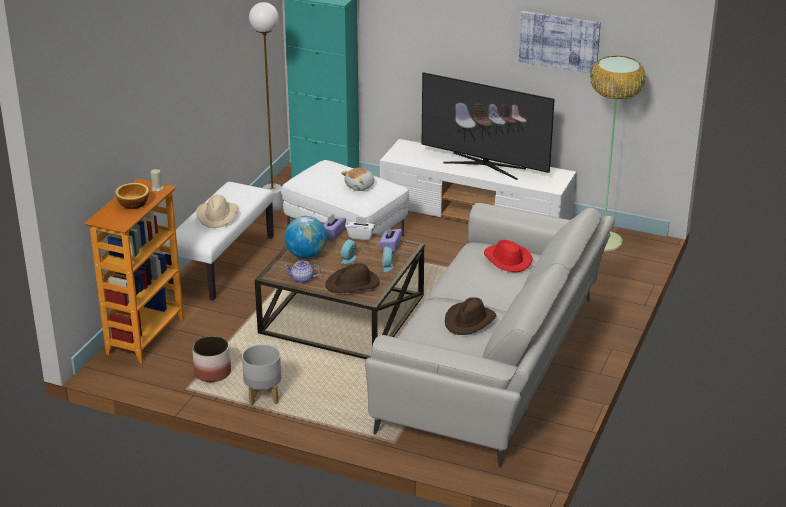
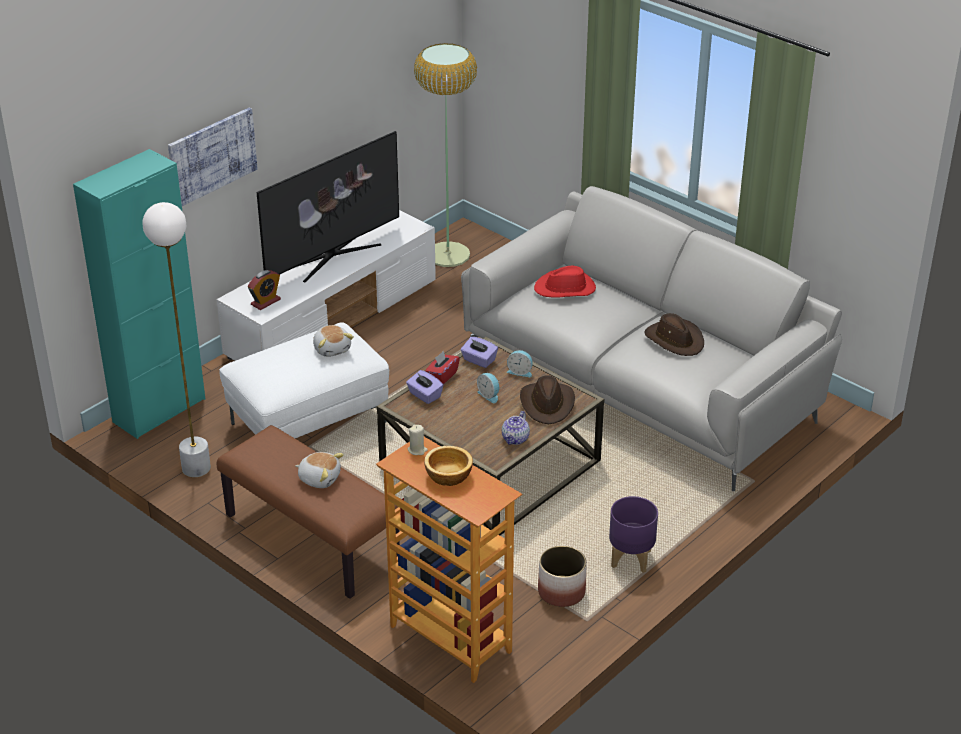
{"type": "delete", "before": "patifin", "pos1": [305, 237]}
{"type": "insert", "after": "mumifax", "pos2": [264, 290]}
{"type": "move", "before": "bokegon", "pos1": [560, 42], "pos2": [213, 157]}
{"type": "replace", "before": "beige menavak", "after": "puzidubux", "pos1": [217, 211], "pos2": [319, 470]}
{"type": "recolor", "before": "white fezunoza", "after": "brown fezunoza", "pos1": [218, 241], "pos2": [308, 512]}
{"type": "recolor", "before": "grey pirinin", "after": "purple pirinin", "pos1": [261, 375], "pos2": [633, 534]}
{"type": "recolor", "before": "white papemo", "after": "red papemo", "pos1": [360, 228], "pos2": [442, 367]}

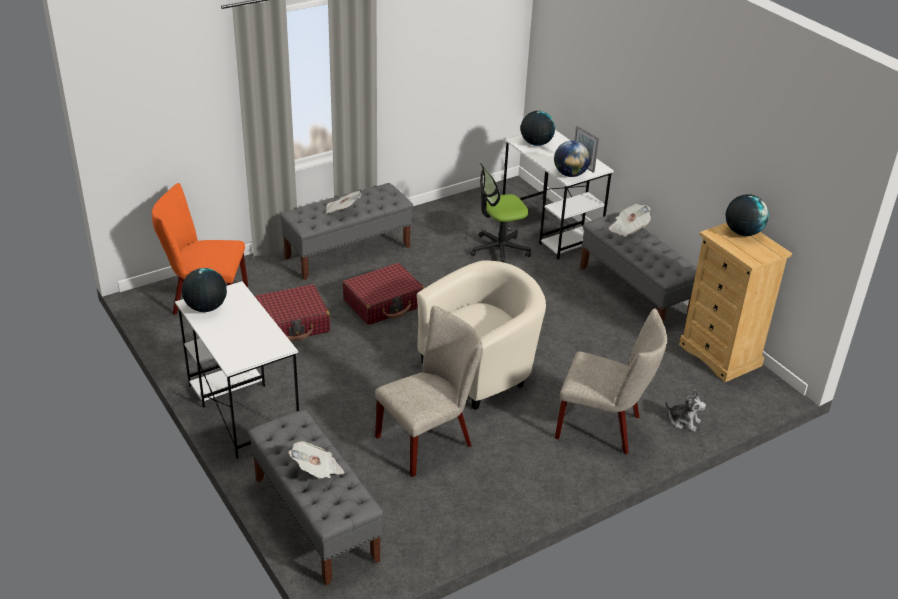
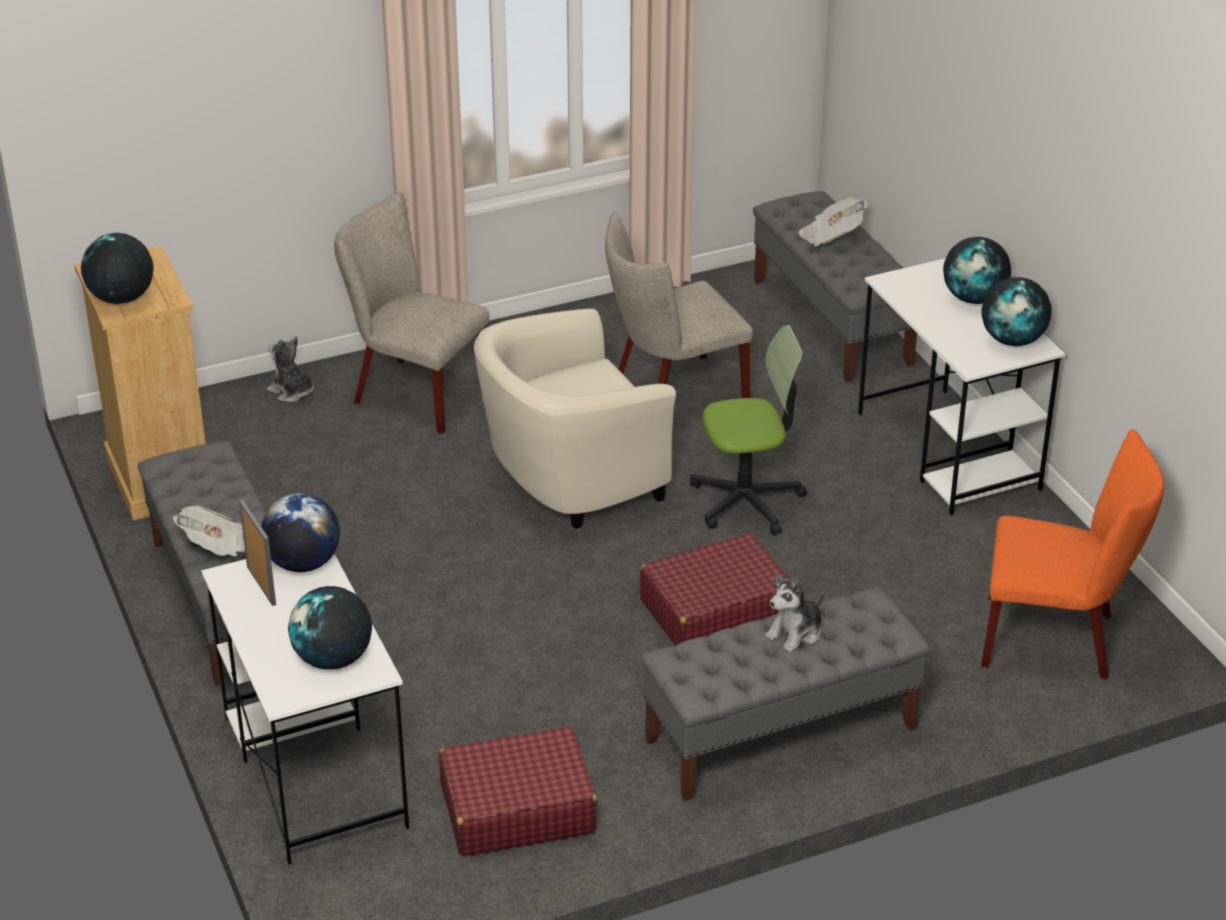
{"type": "insert", "after": "patifin", "pos2": [977, 270]}
{"type": "move", "before": "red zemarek", "pos1": [292, 312], "pos2": [518, 791]}
{"type": "move", "before": "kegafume", "pos1": [500, 212], "pos2": [748, 430]}
{"type": "replace", "before": "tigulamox", "after": "puzidubux", "pos1": [344, 202], "pos2": [794, 612]}

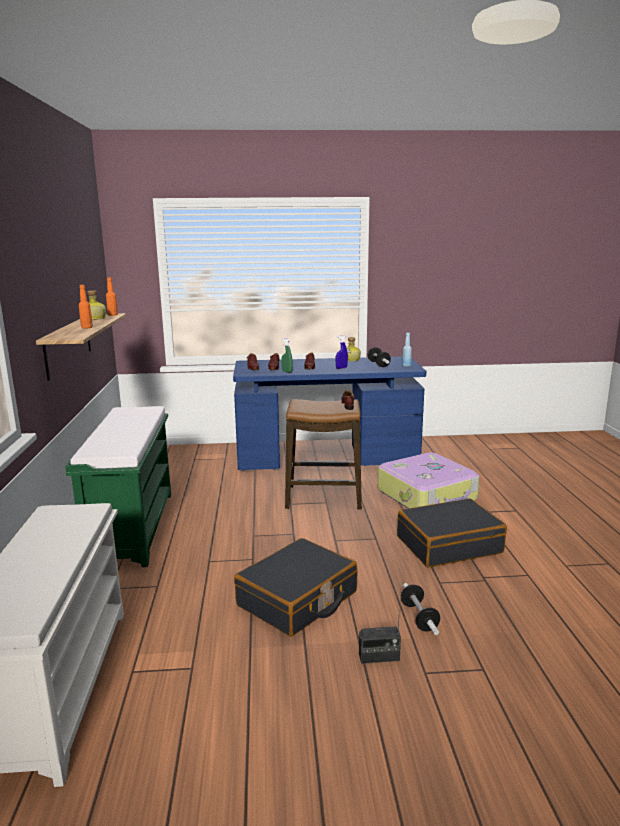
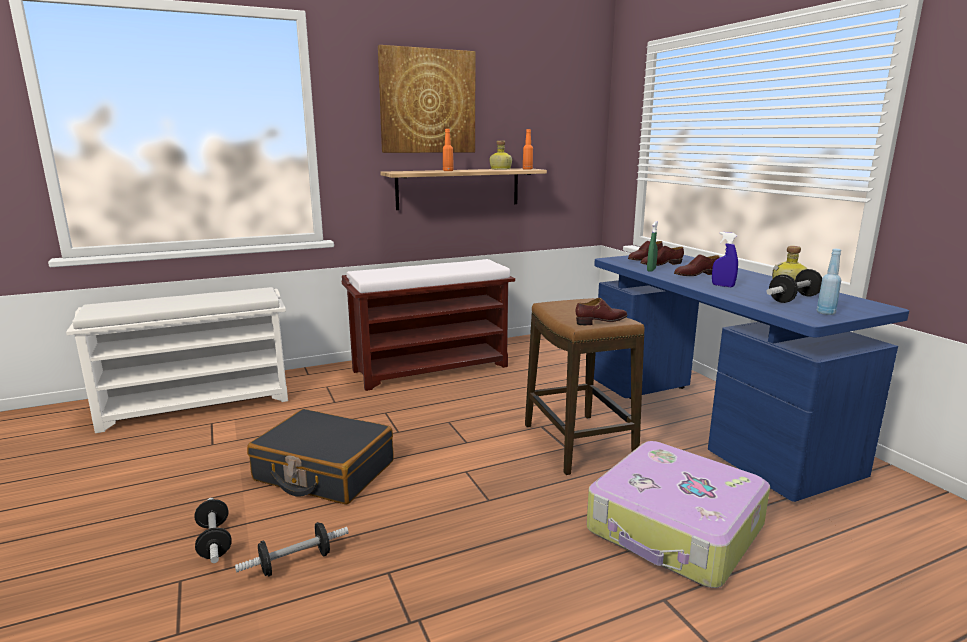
{"type": "delete", "before": "black zemarek", "pos1": [452, 532]}
{"type": "insert", "after": "bokegon", "pos2": [427, 99]}
{"type": "replace", "before": "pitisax", "after": "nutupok", "pos1": [380, 636], "pos2": [213, 530]}
{"type": "recolor", "before": "green fezunoza", "after": "brown fezunoza", "pos1": [118, 486], "pos2": [428, 325]}

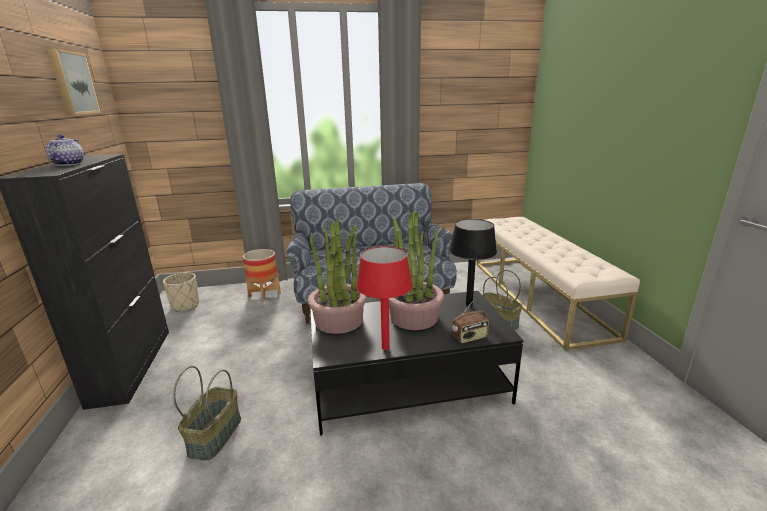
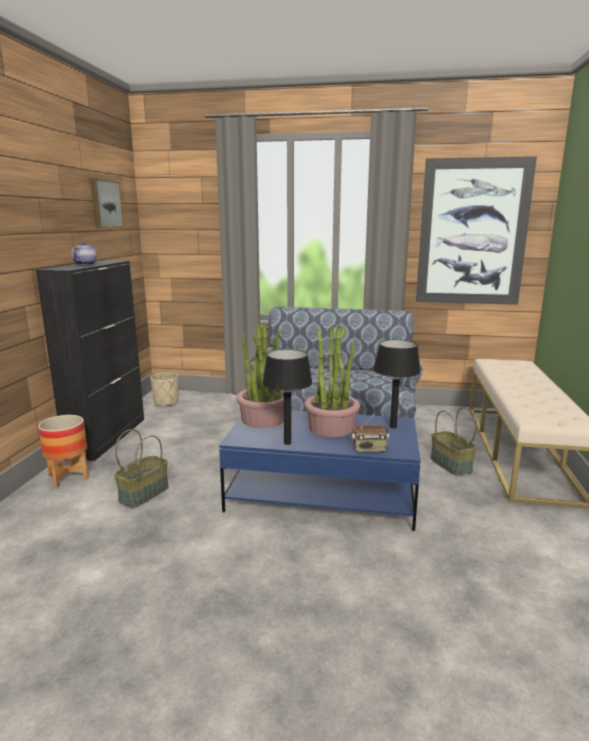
{"type": "insert", "after": "bokegon", "pos2": [476, 230]}
{"type": "move", "before": "pirinin", "pos1": [262, 275], "pos2": [63, 451]}
{"type": "recolor", "before": "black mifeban", "after": "blue mifeban", "pos1": [417, 363], "pos2": [320, 470]}
{"type": "recolor", "before": "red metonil", "after": "black metonil", "pos1": [384, 298], "pos2": [287, 397]}

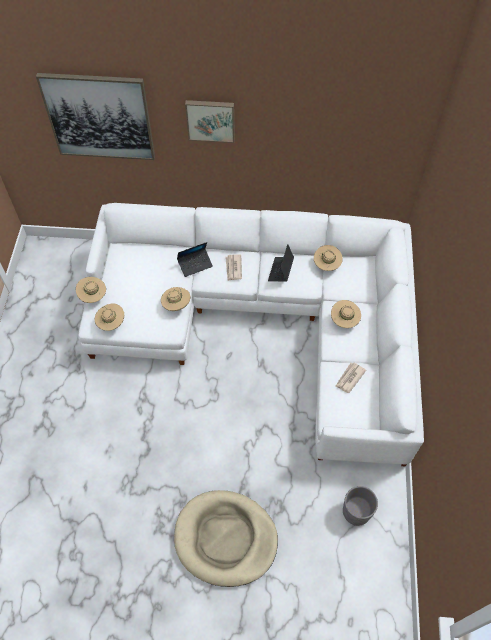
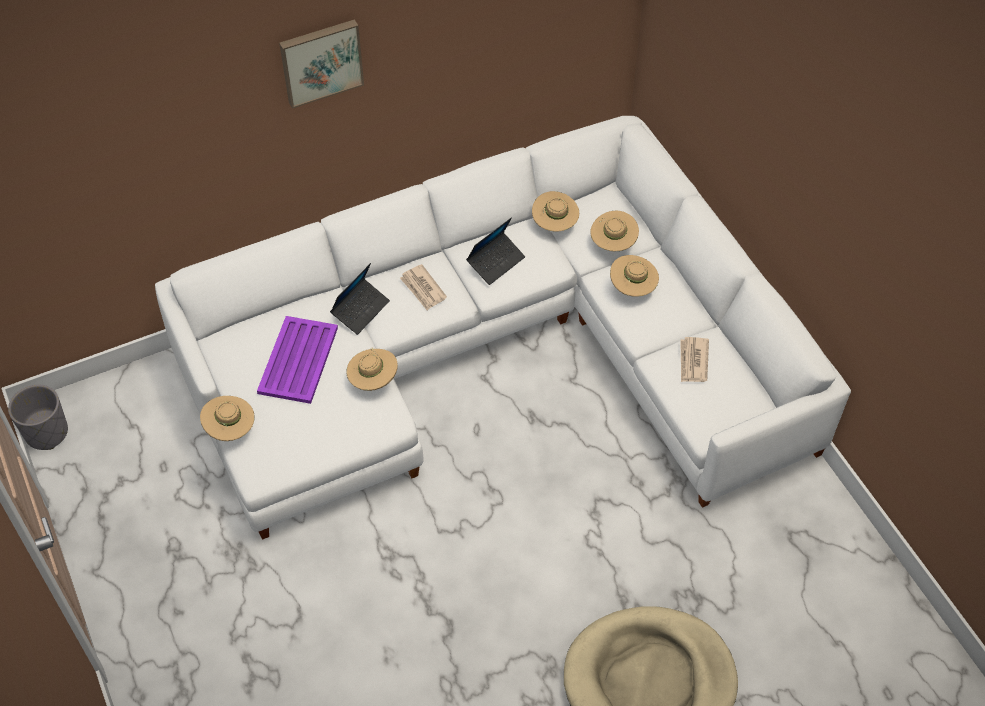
{"type": "delete", "before": "bokegon", "pos1": [95, 116]}
{"type": "insert", "after": "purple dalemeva", "pos2": [297, 360]}
{"type": "move", "before": "beige menavak", "pos1": [109, 317], "pos2": [614, 231]}
{"type": "move", "before": "grey pirinin", "pos1": [360, 506], "pos2": [38, 417]}
{"type": "rotate", "before": "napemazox", "pos1": [281, 263], "pos2": [495, 251], "turn": -120}

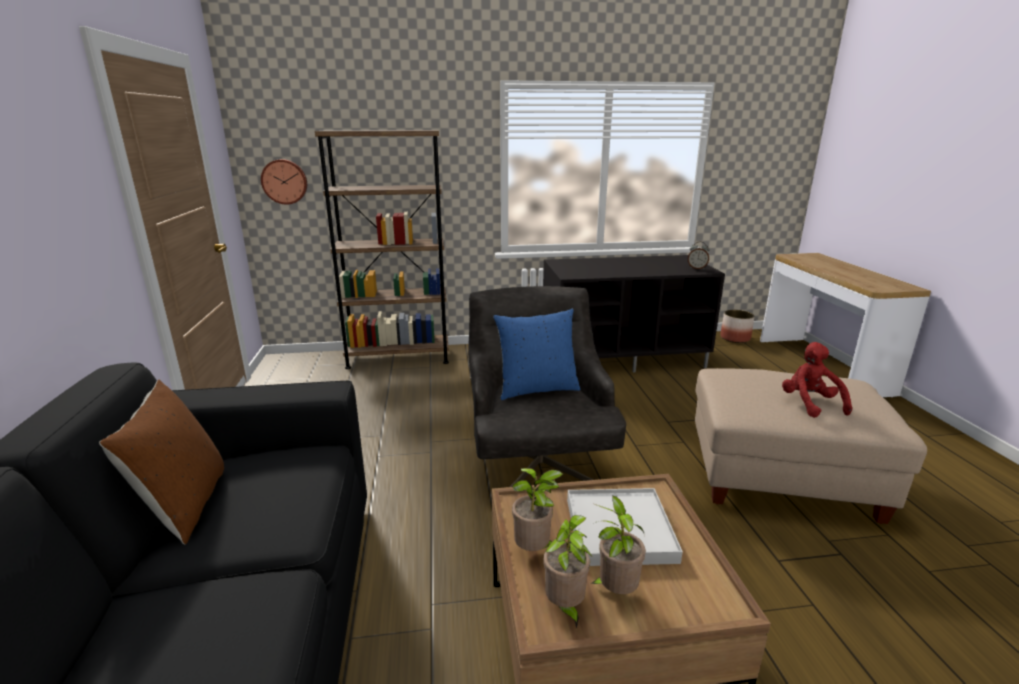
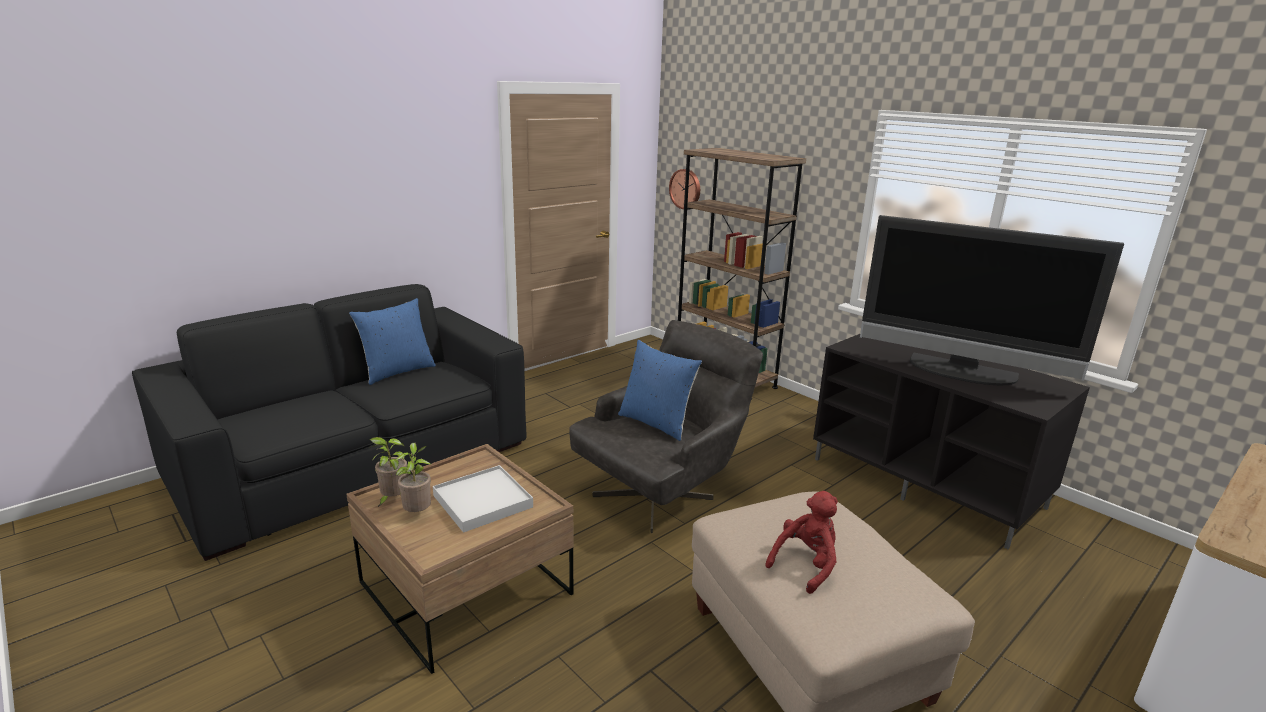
{"type": "delete", "before": "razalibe", "pos1": [538, 509]}
{"type": "delete", "before": "mumifax", "pos1": [698, 255]}
{"type": "delete", "before": "pirinin", "pos1": [737, 326]}
{"type": "insert", "after": "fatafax", "pos2": [992, 300]}
{"type": "recolor", "before": "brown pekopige", "after": "blue pekopige", "pos1": [161, 462], "pos2": [392, 341]}

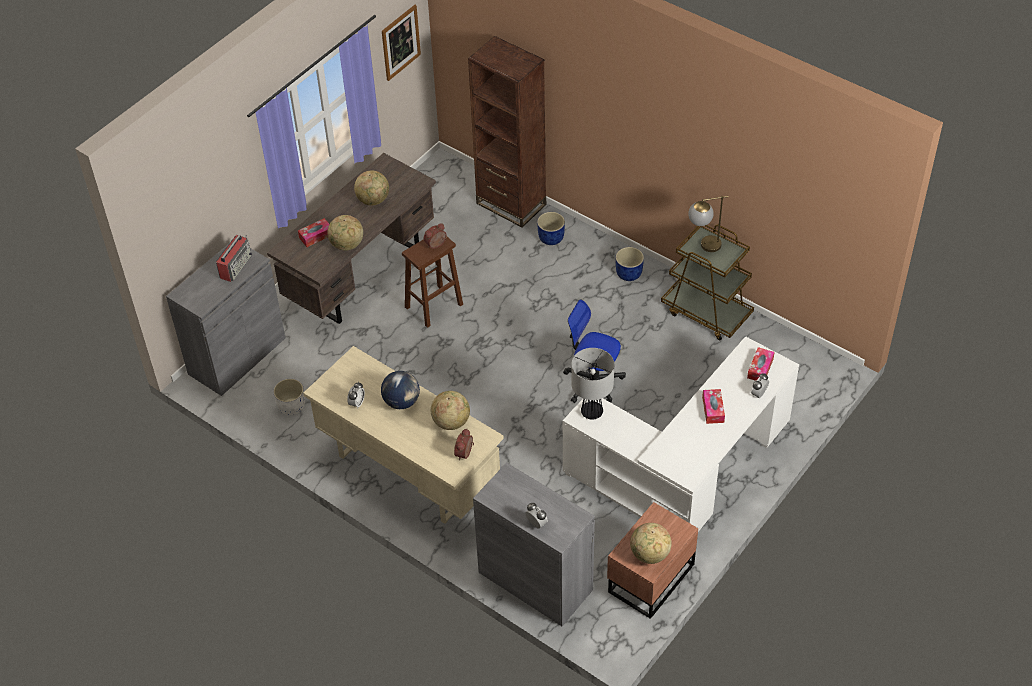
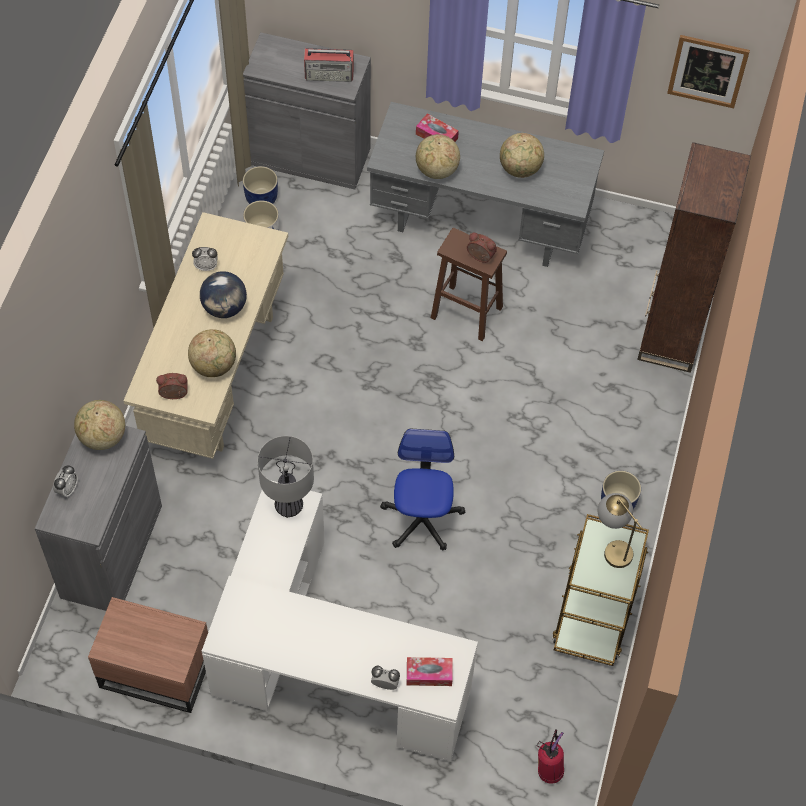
{"type": "delete", "before": "papemo", "pos1": [713, 406]}
{"type": "insert", "after": "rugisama", "pos2": [550, 756]}
{"type": "move", "before": "blue pirinin", "pos1": [551, 228], "pos2": [260, 185]}
{"type": "move", "before": "patifin", "pos1": [651, 543], "pos2": [99, 425]}
{"type": "recolor", "before": "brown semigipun", "after": "grey semigipun", "pos1": [351, 238], "pos2": [485, 184]}

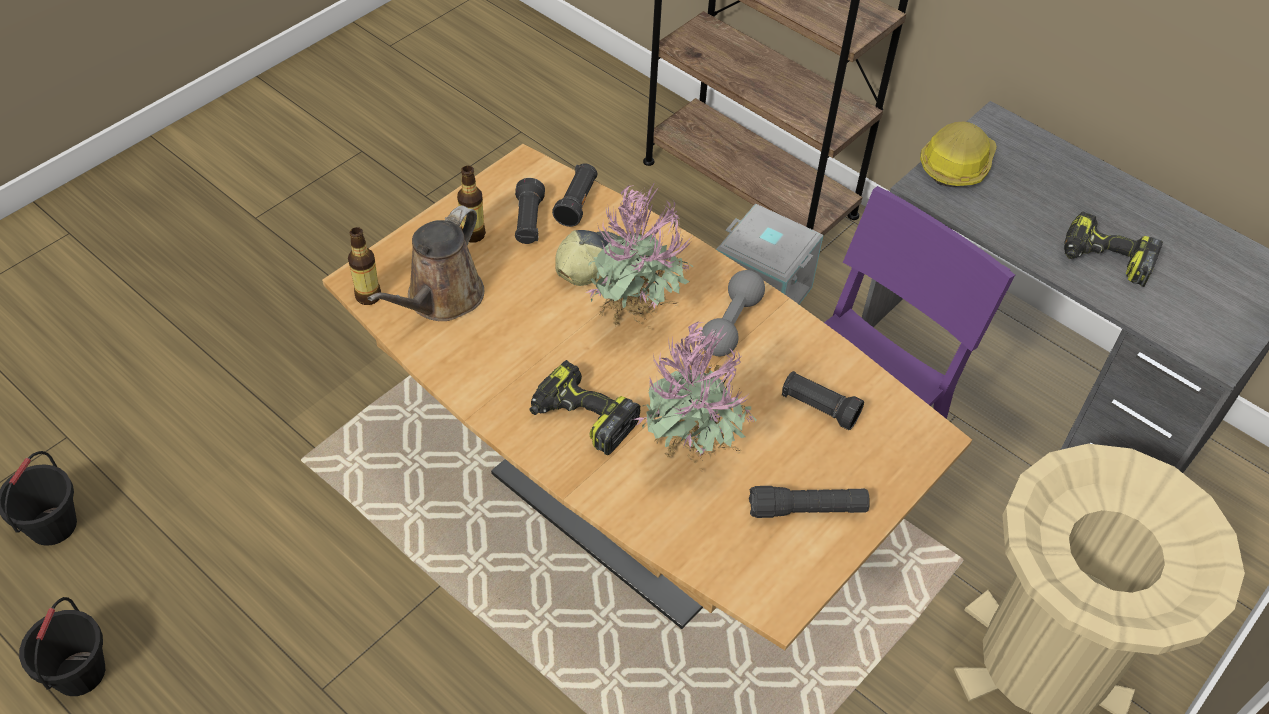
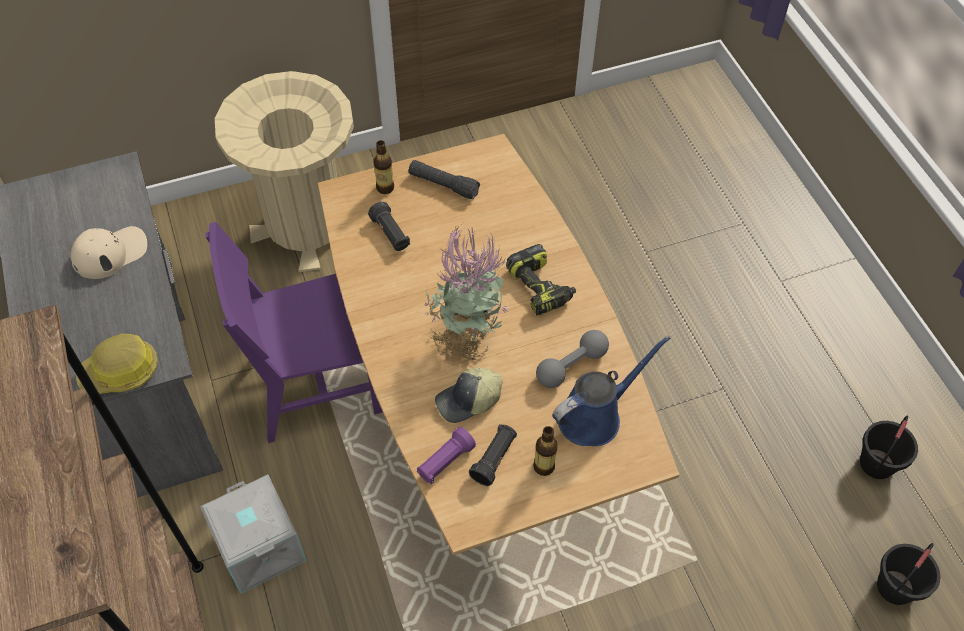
{"type": "delete", "before": "razalibe", "pos1": [694, 395]}
{"type": "move", "before": "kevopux", "pos1": [364, 266], "pos2": [384, 167]}
{"type": "move", "before": "grey nutupok", "pos1": [732, 313], "pos2": [572, 359]}
{"type": "replace", "before": "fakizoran", "after": "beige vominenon", "pos1": [1113, 249], "pos2": [109, 252]}
{"type": "recolor", "before": "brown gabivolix", "after": "blue gabivolix", "pos1": [426, 263], "pos2": [611, 391]}
{"type": "recolor", "before": "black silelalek", "after": "purple silelalek", "pos1": [574, 195], "pos2": [446, 455]}

